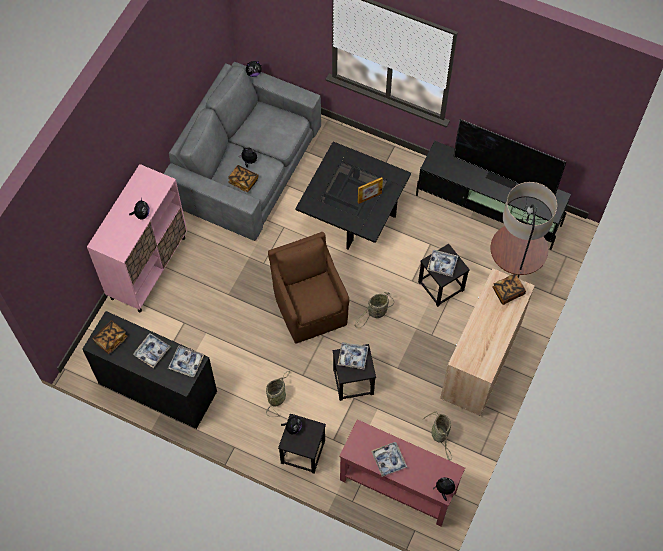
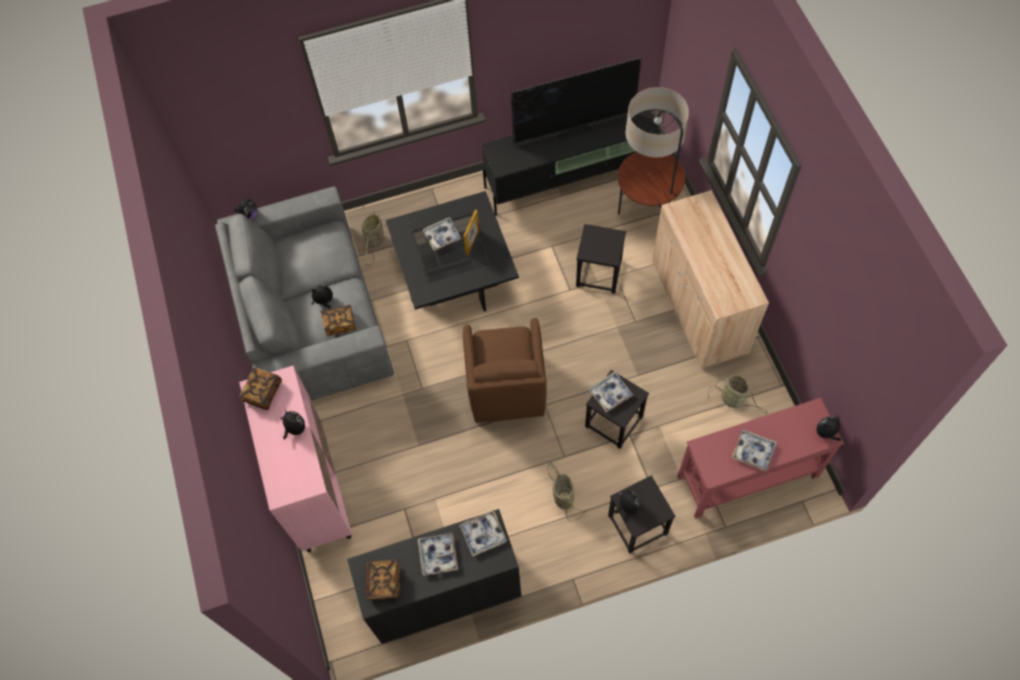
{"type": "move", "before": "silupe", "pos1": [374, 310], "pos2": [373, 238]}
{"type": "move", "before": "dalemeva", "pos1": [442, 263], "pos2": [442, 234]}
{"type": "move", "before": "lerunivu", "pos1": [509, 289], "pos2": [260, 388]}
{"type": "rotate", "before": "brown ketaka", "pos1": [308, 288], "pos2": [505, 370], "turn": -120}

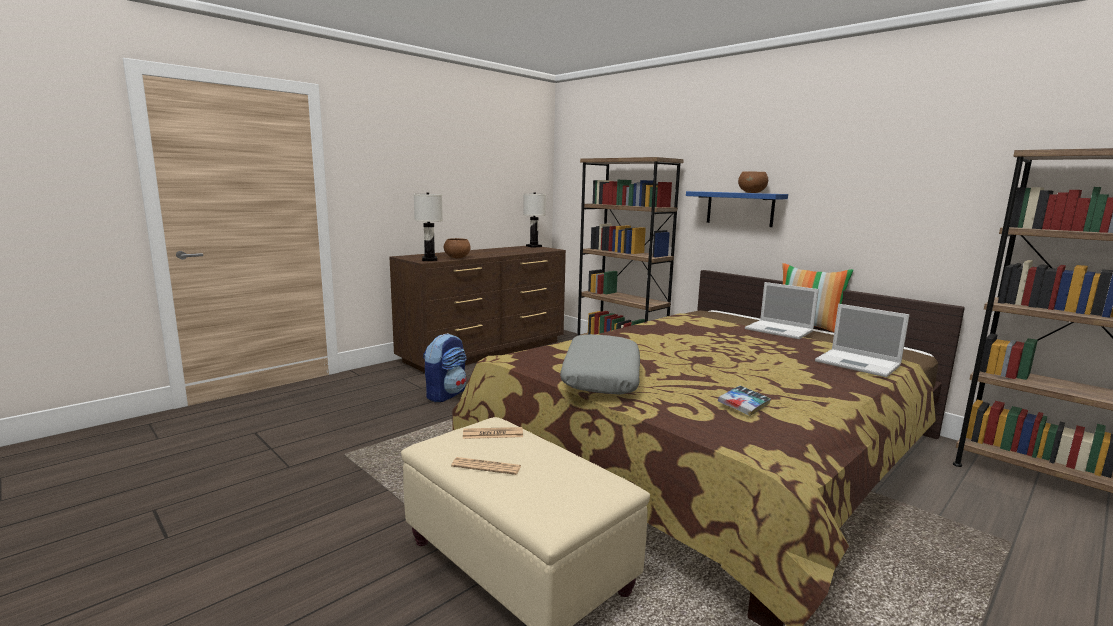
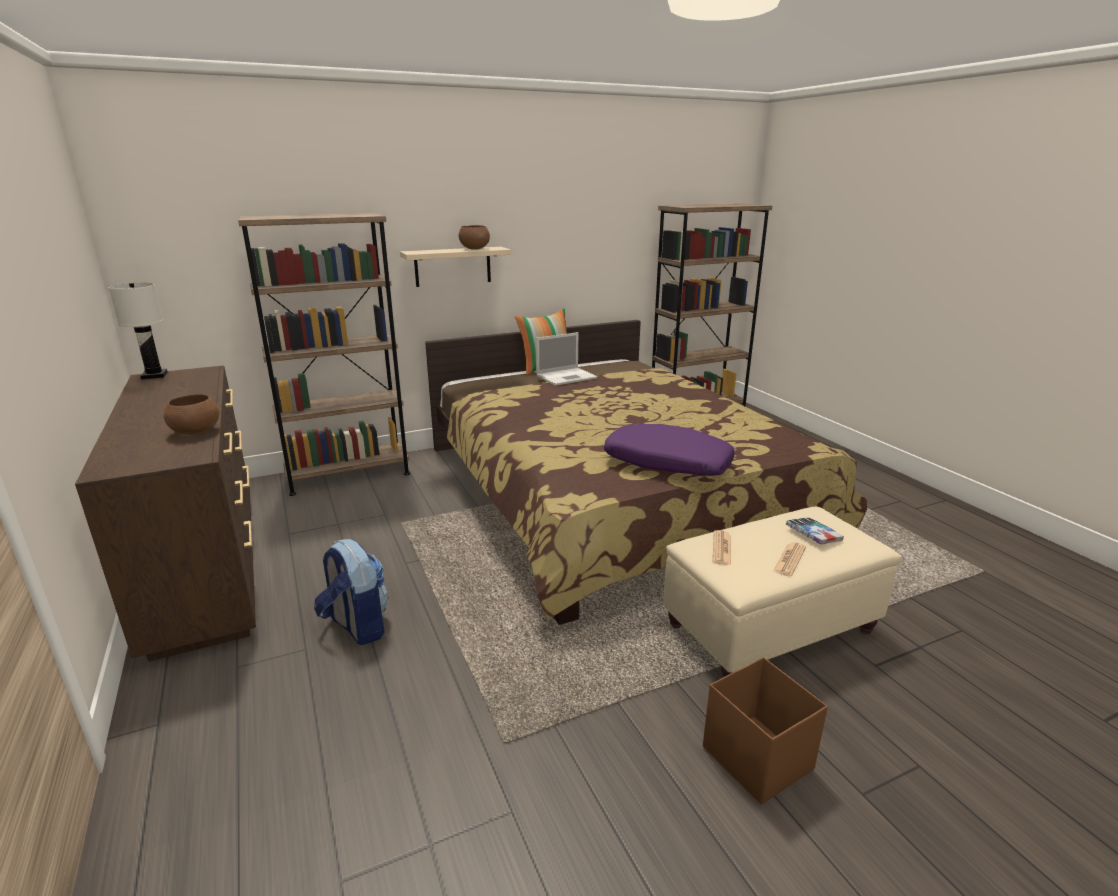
{"type": "delete", "before": "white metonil", "pos1": [428, 227]}
{"type": "delete", "before": "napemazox", "pos1": [862, 340]}
{"type": "insert", "after": "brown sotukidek", "pos2": [765, 731]}
{"type": "move", "before": "lerunivu", "pos1": [744, 401], "pos2": [815, 531]}
{"type": "recolor", "before": "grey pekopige", "after": "purple pekopige", "pos1": [600, 364], "pos2": [669, 450]}
{"type": "recolor", "before": "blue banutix", "after": "beige banutix", "pos1": [737, 209], "pos2": [455, 267]}

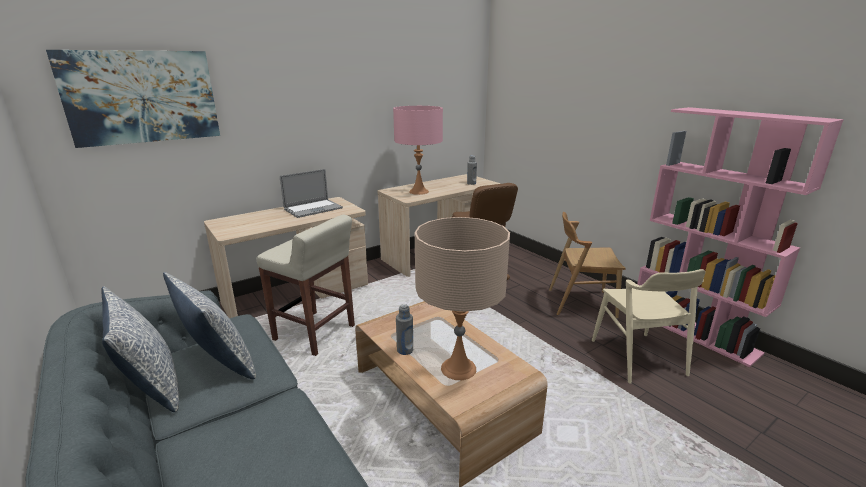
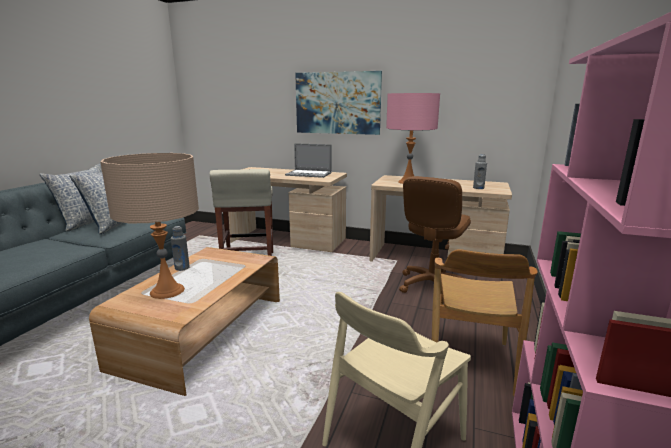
{"type": "move", "before": "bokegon", "pos1": [133, 99], "pos2": [338, 103]}
{"type": "rotate", "before": "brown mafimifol", "pos1": [587, 265], "pos2": [485, 322], "turn": -135}

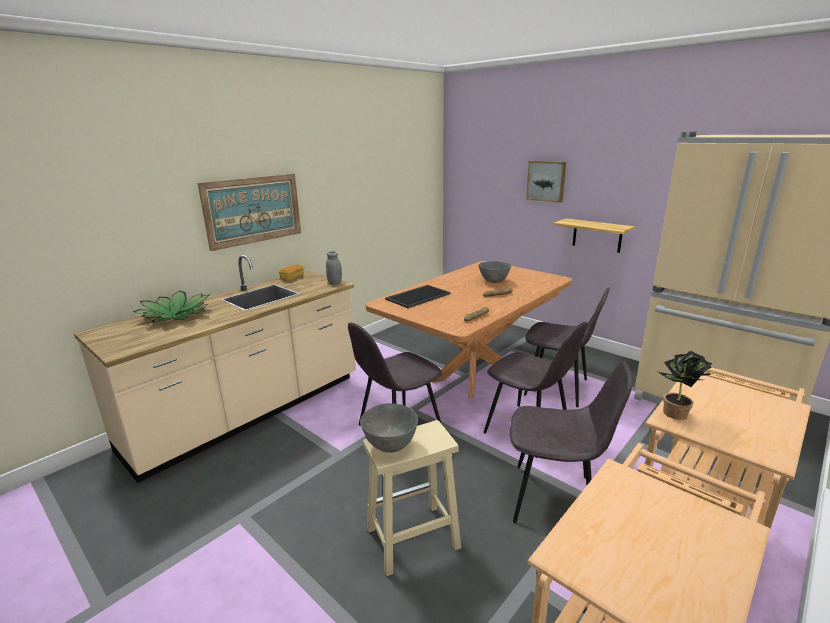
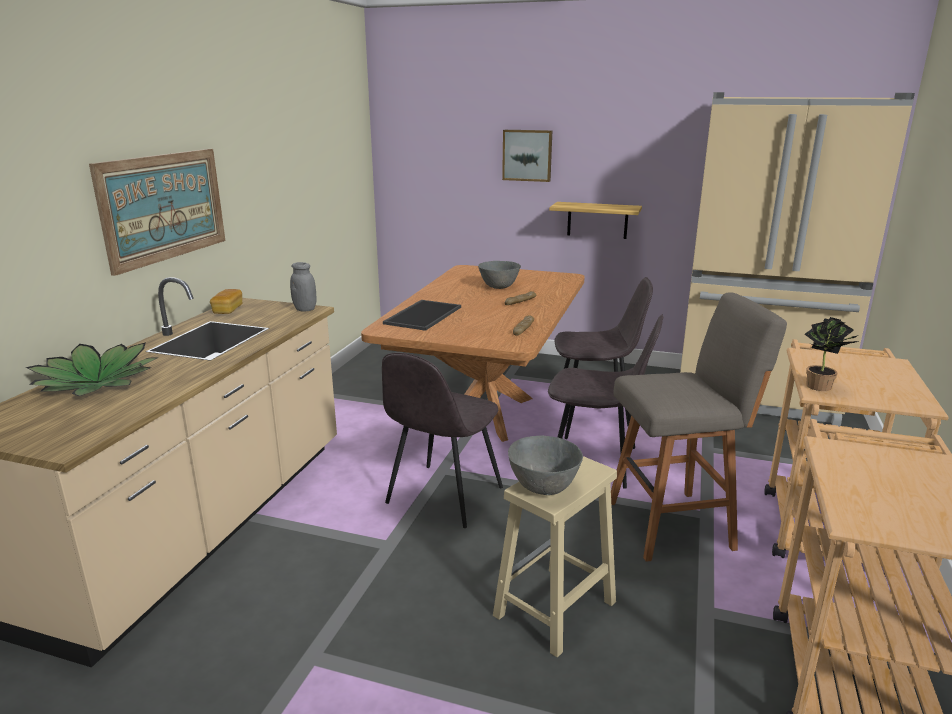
{"type": "replace", "before": "grey mafimifol", "after": "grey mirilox", "pos1": [571, 442], "pos2": [699, 427]}

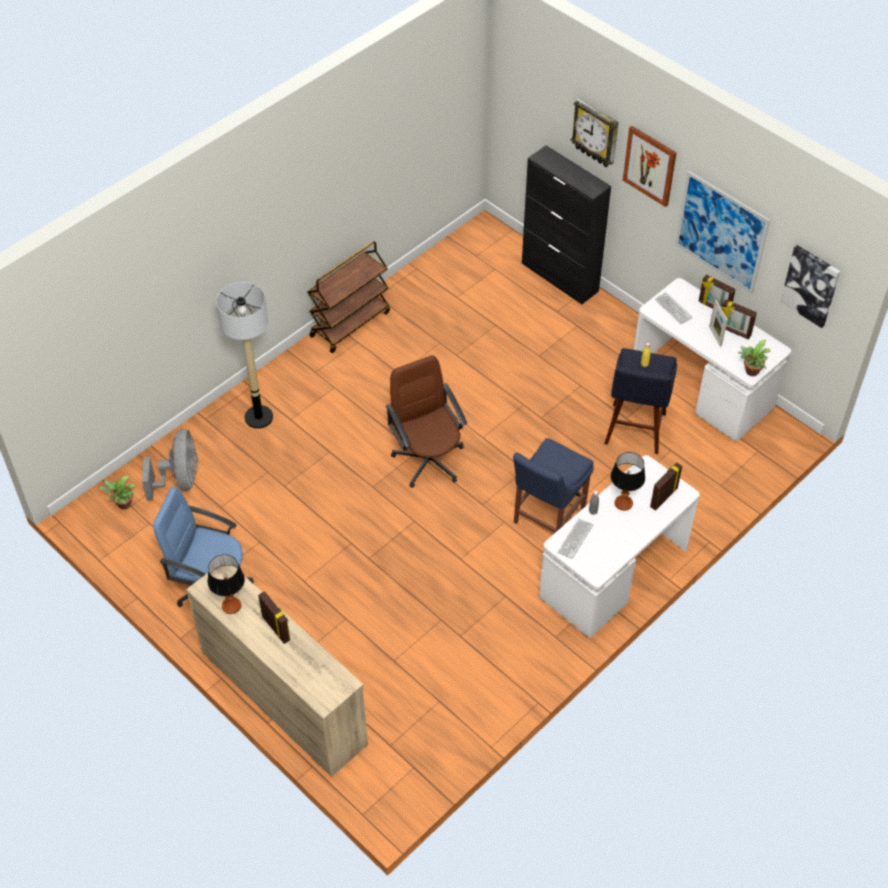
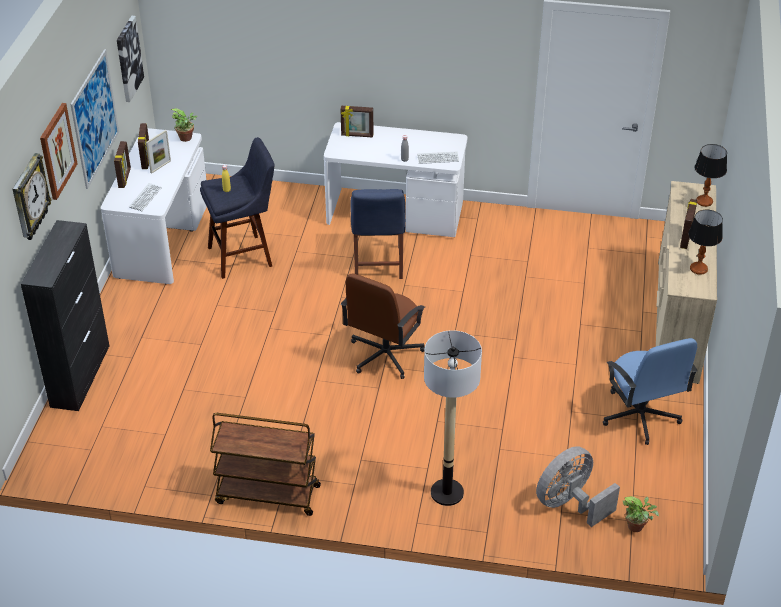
{"type": "move", "before": "metonil", "pos1": [628, 481], "pos2": [711, 175]}
{"type": "rotate", "before": "blue mafimifol", "pos1": [553, 485], "pos2": [378, 234], "turn": 90}

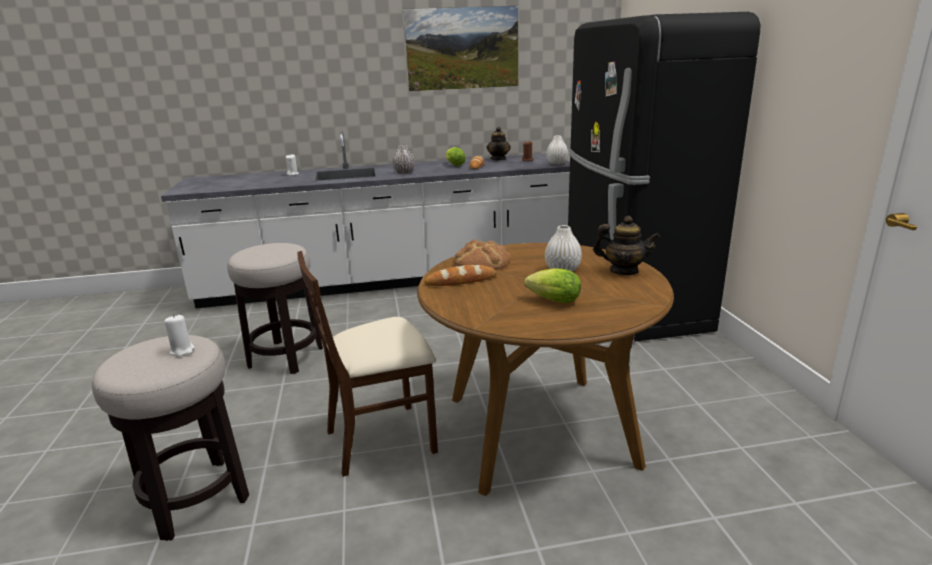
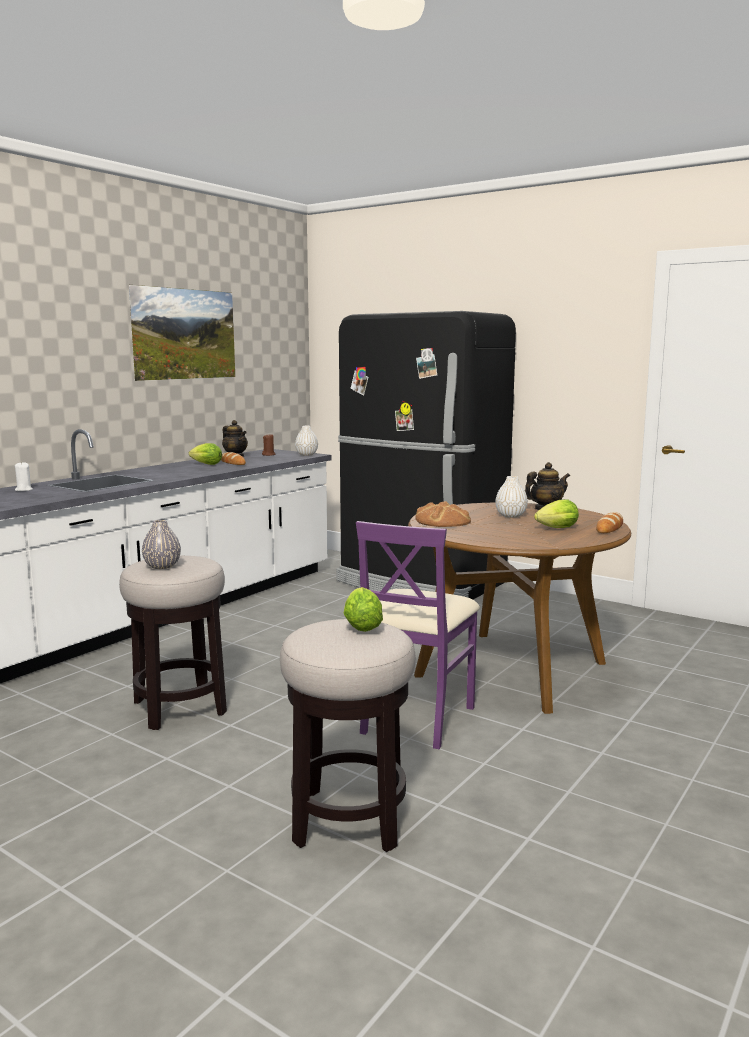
{"type": "move", "before": "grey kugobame", "pos1": [403, 159], "pos2": [161, 544]}
{"type": "move", "before": "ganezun", "pos1": [460, 275], "pos2": [609, 522]}
{"type": "replace", "before": "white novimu", "after": "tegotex", "pos1": [179, 335], "pos2": [363, 609]}
{"type": "recolor", "before": "beige mafimifol", "after": "purple mafimifol", "pos1": [367, 364], "pos2": [418, 635]}

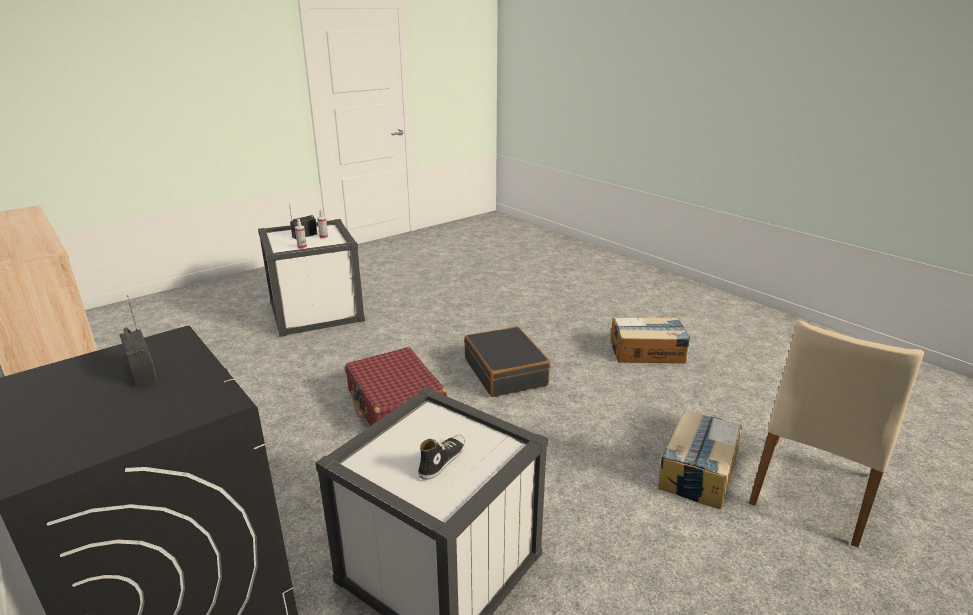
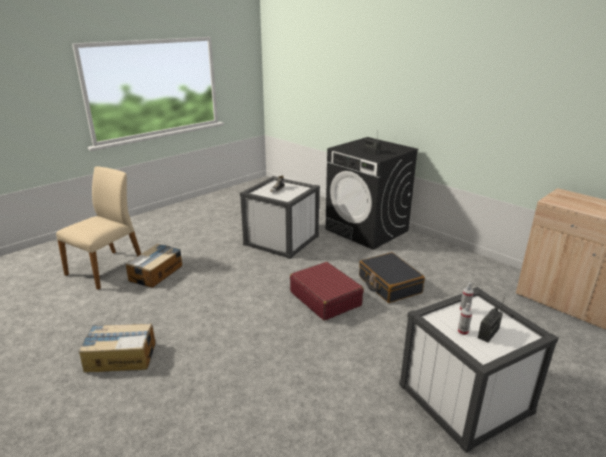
{"type": "move", "before": "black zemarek", "pos1": [507, 362], "pos2": [392, 277]}

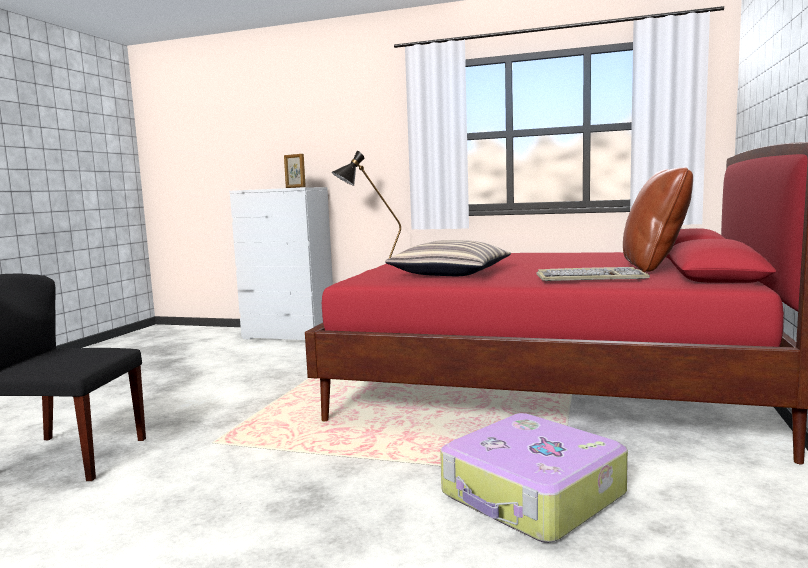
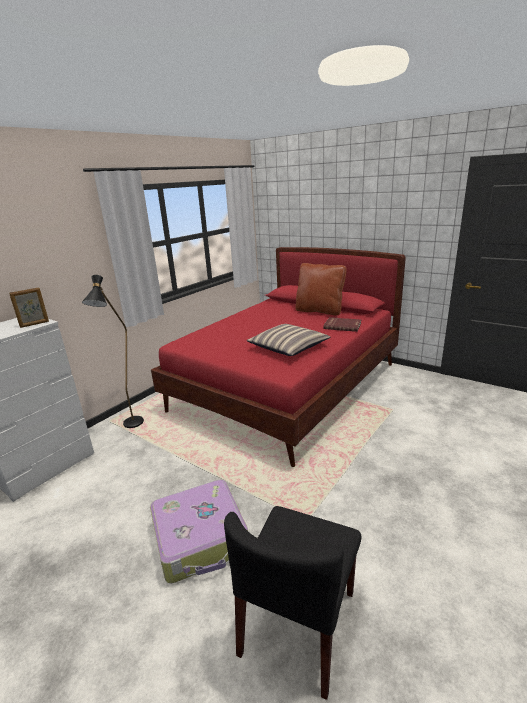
{"type": "move", "before": "zemarek", "pos1": [534, 478], "pos2": [199, 531]}
{"type": "replace", "before": "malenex", "after": "red lerunivu", "pos1": [593, 274], "pos2": [342, 324]}

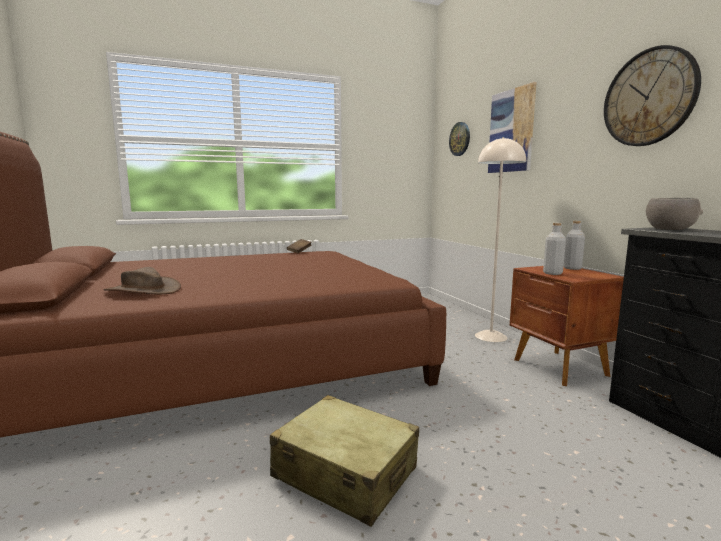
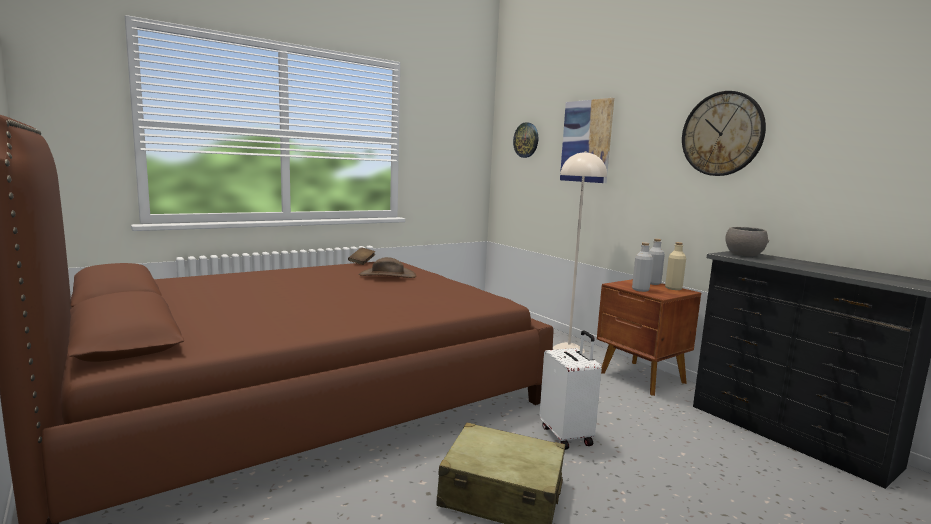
{"type": "insert", "after": "white zemarek", "pos2": [571, 390]}
{"type": "insert", "after": "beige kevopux", "pos2": [675, 266]}
{"type": "move", "before": "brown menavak", "pos1": [142, 280], "pos2": [387, 267]}

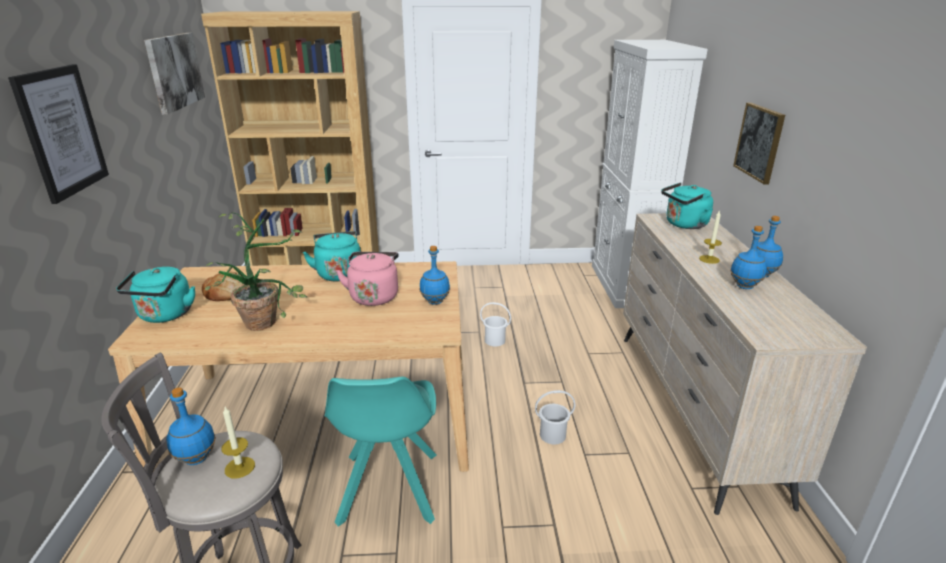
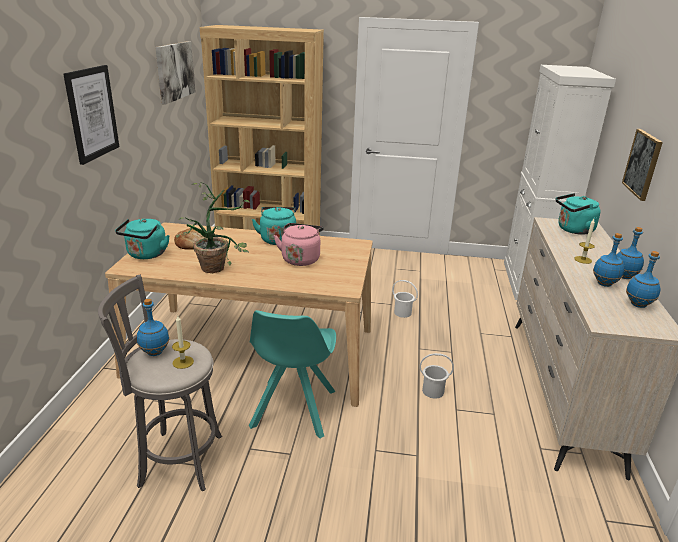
{"type": "move", "before": "blue kevopux", "pos1": [435, 275], "pos2": [643, 279]}

